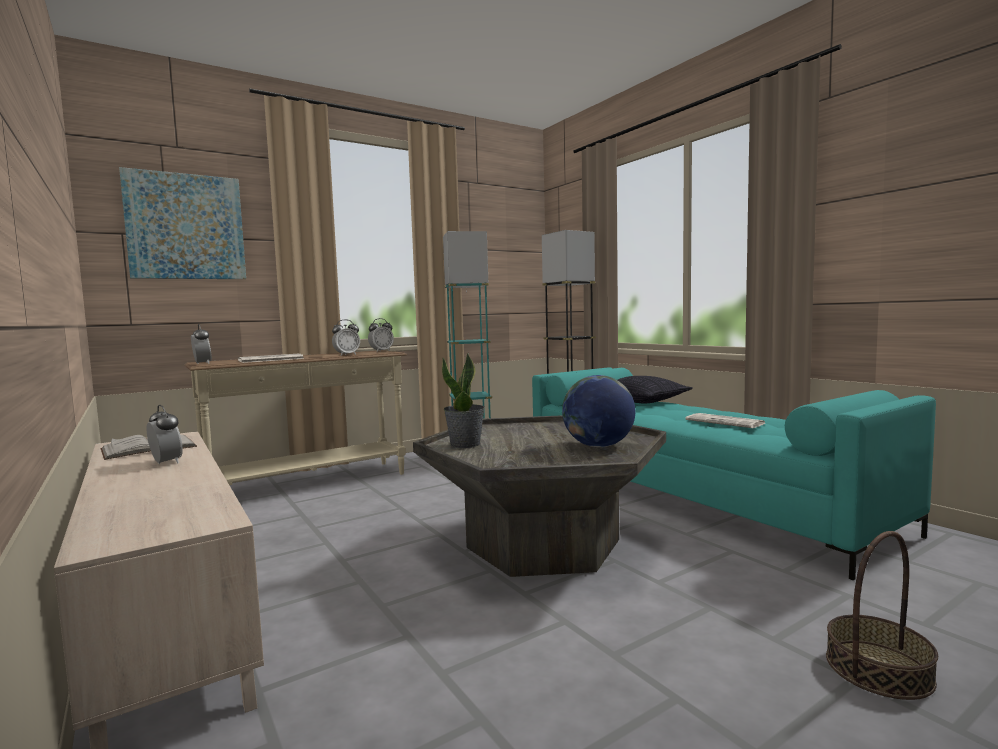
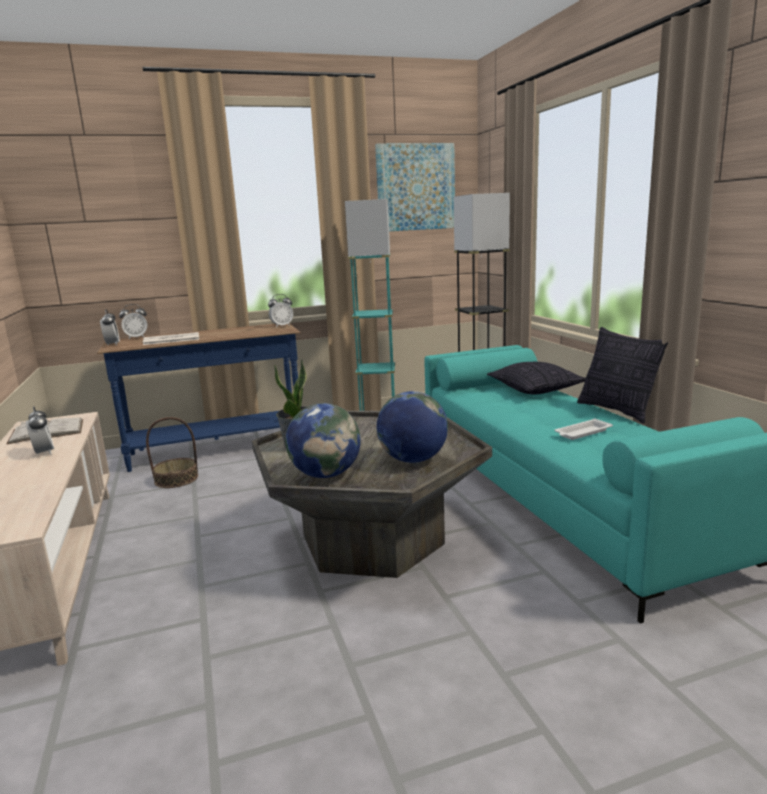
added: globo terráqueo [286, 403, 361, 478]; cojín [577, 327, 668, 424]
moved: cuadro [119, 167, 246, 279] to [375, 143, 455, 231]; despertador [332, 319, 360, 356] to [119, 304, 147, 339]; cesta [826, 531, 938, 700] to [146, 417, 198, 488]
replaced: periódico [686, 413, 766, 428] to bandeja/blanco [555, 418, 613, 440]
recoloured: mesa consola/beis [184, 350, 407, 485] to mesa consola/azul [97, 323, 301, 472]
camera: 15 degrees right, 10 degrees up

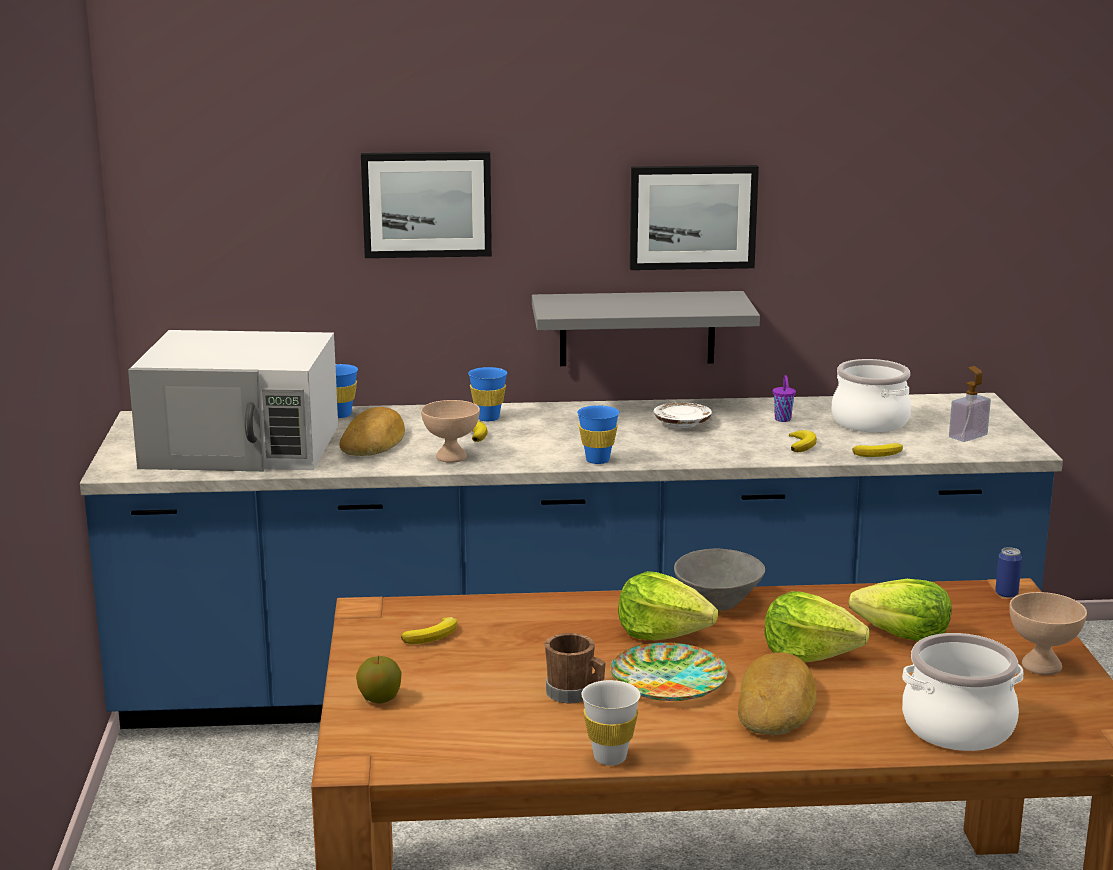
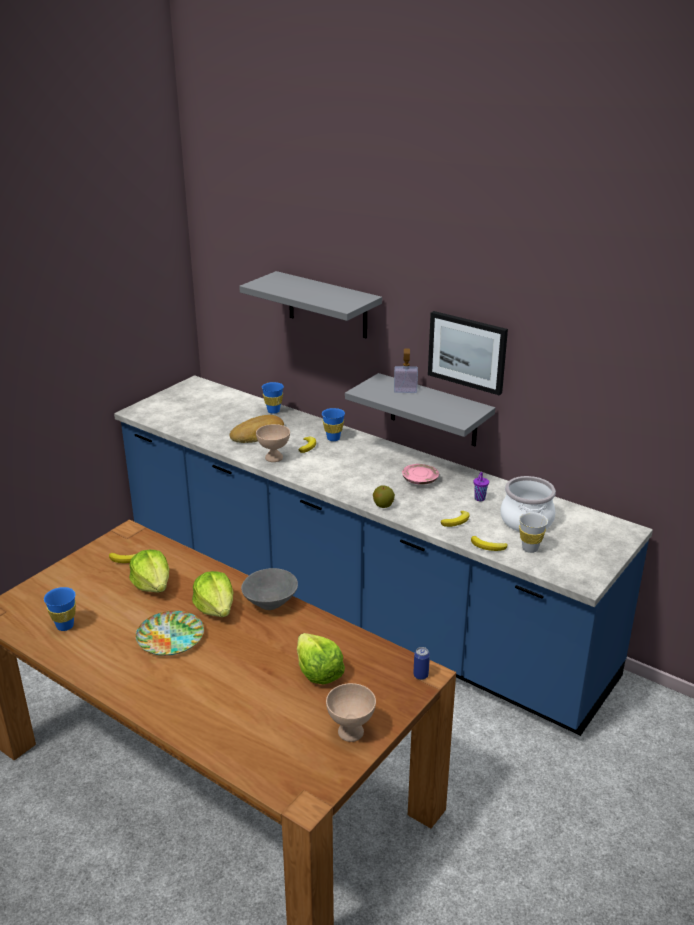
removed: microondas/blanco [128, 330, 338, 472]; taza grande/marrón [545, 633, 606, 704]; pan [738, 652, 816, 735]; olla [902, 633, 1023, 751]
moved: manzana [356, 655, 402, 703] to [373, 485, 395, 508]; taza/azul [577, 405, 619, 464] to [44, 587, 76, 631]; taza/blanco [581, 680, 640, 765] to [519, 512, 548, 553]; lechuga [764, 591, 870, 662] to [129, 550, 169, 592]; dispensador de jabón [949, 366, 991, 442] to [394, 349, 418, 393]
replaced: cuadro [361, 152, 492, 258] to estante/gris [239, 271, 382, 338]
recoloured: plato/blanco [654, 402, 712, 428] to plato/rosa [402, 464, 439, 485]
camera: 40 degrees right, 10 degrees up

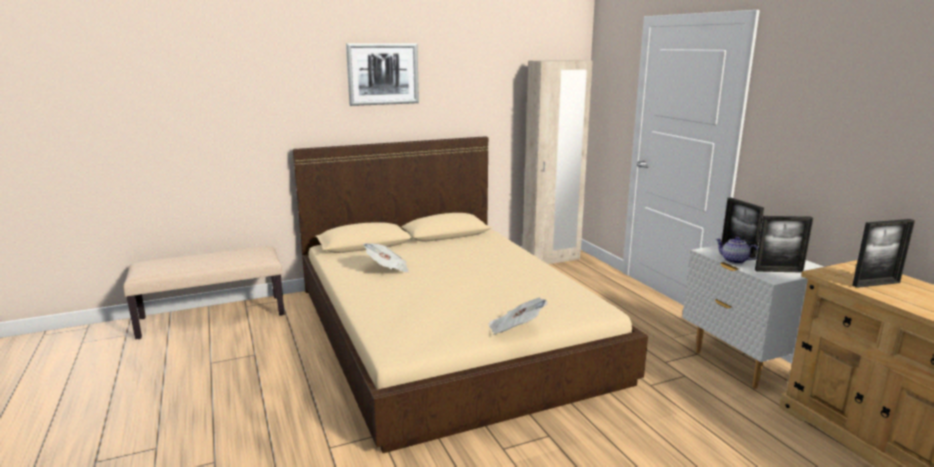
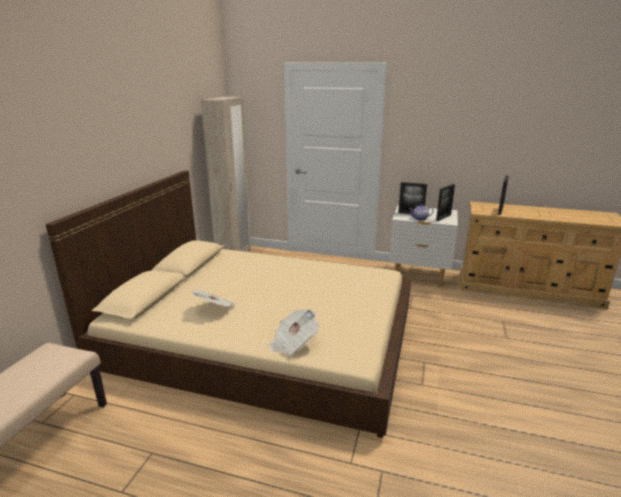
removed: cuadro [346, 43, 419, 106]
moved: periódico [489, 297, 548, 335] to [268, 309, 319, 356]
camera: 50 degrees left, 5 degrees up

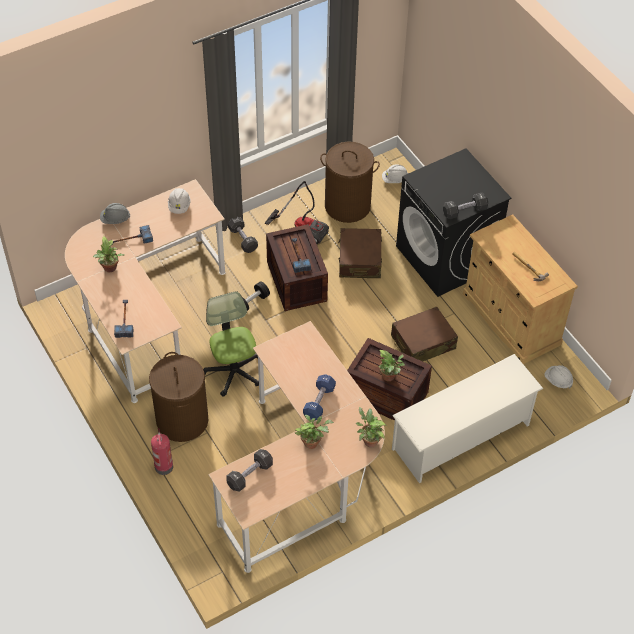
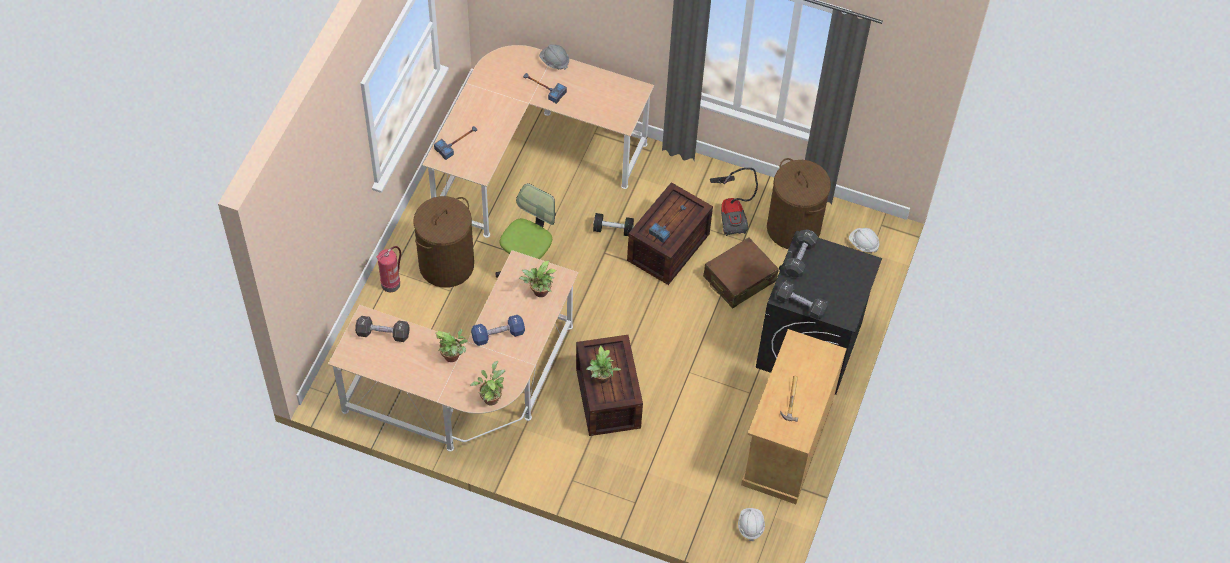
removed: casco/blanco [168, 188, 191, 214]; maleta/marrón [391, 307, 458, 361]; zapatero/blanco [392, 354, 543, 483]
moved: planta en maceta [93, 236, 125, 273] to [518, 260, 556, 297]; mancuerna/negro [228, 217, 258, 253] to [784, 229, 818, 278]
camera: 50 degrees right, 5 degrees up

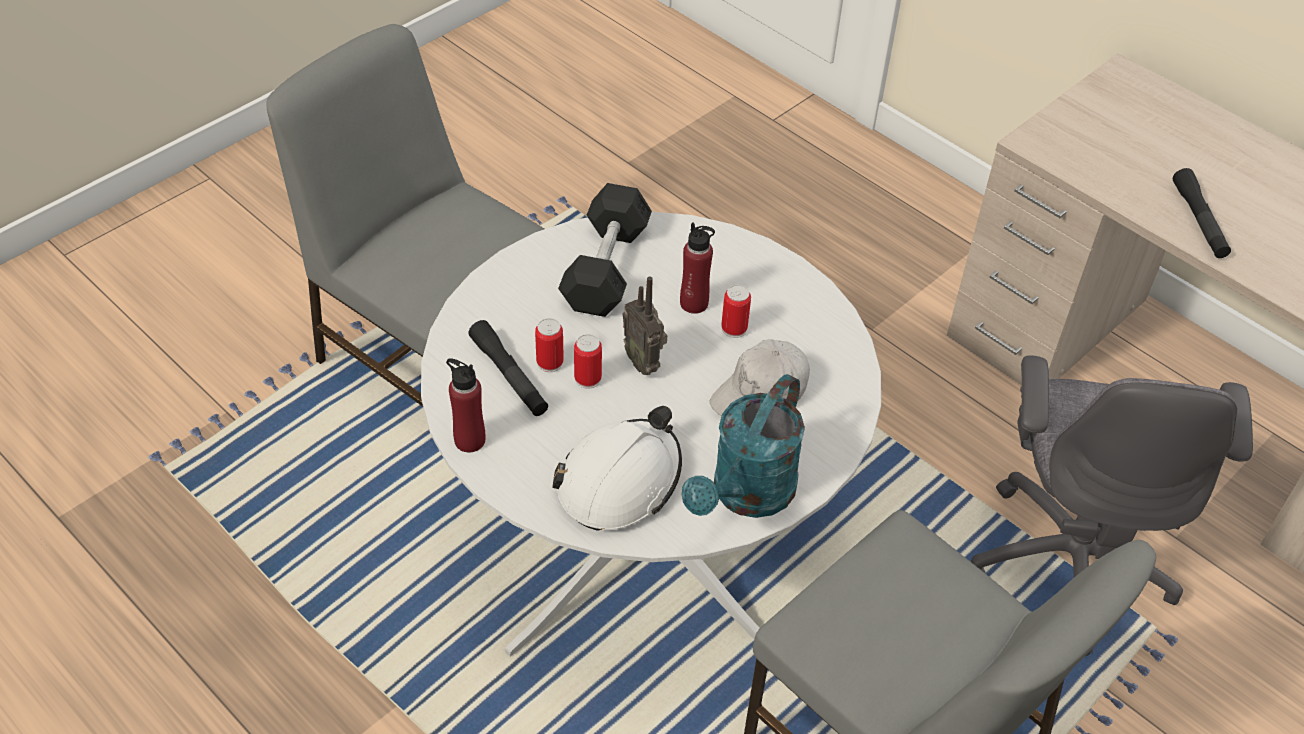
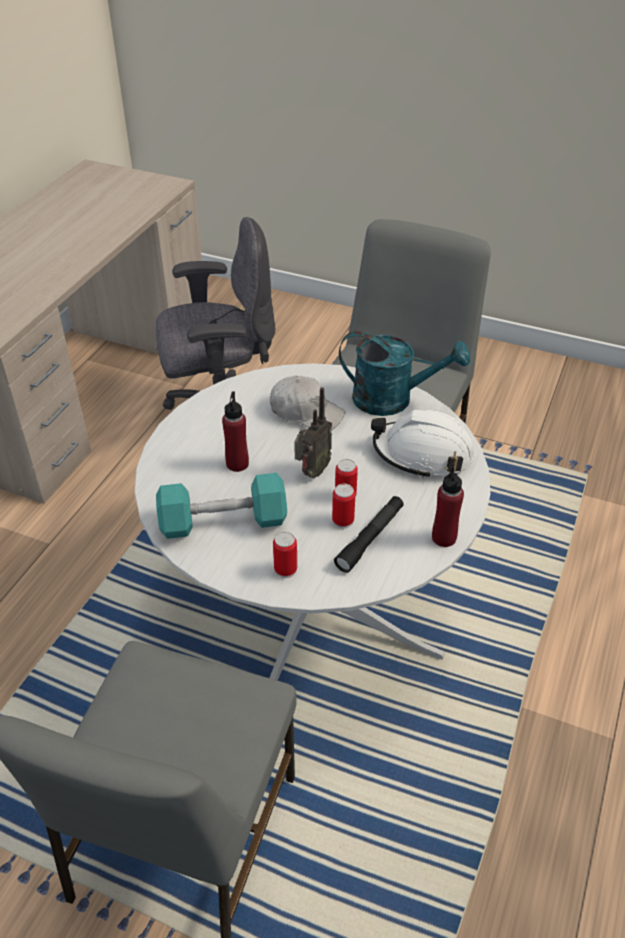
removed: linterna/negro [1173, 168, 1231, 258]
moved: lata [721, 285, 751, 338] to [273, 532, 297, 578]
recoloured: mancuerna/negro [558, 183, 652, 317] to mancuerna/turquesa [156, 473, 287, 539]
camera: 110 degrees left, 5 degrees down

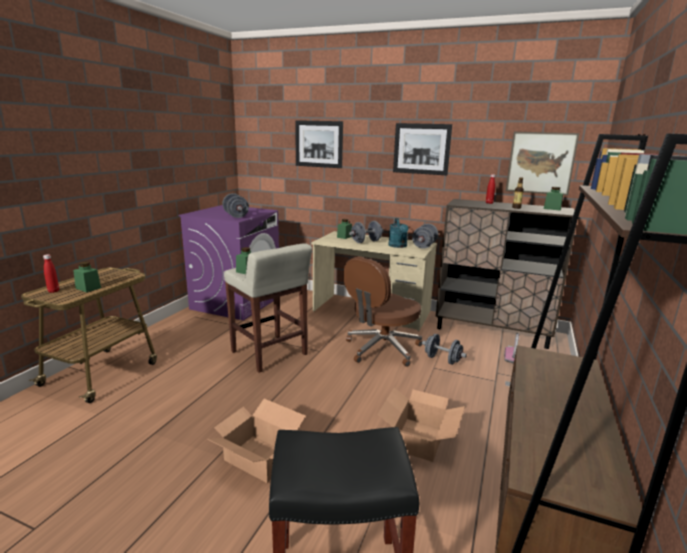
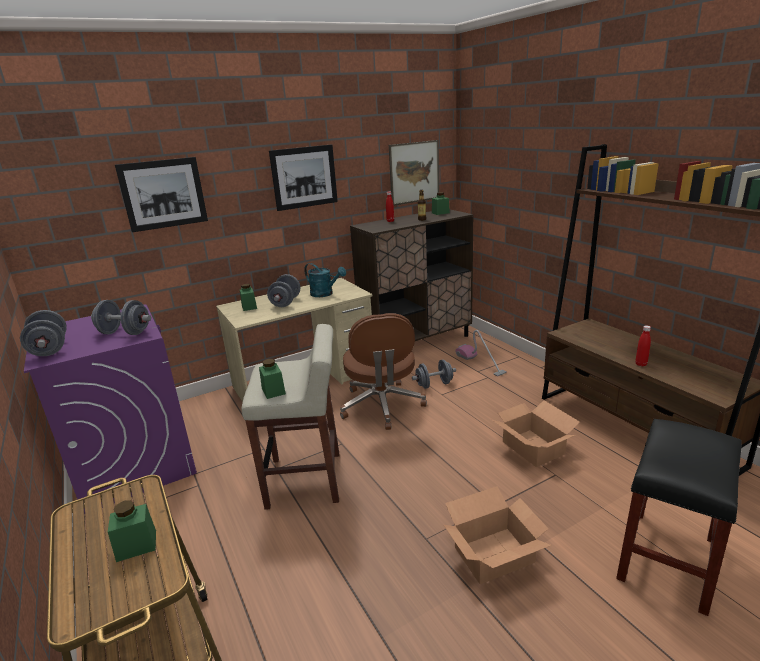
moved: botella/rojo [43, 254, 59, 293] to [635, 326, 651, 366]; mancuerna/gris [412, 223, 438, 248] to [20, 310, 67, 356]
camera: 50 degrees left, 5 degrees up

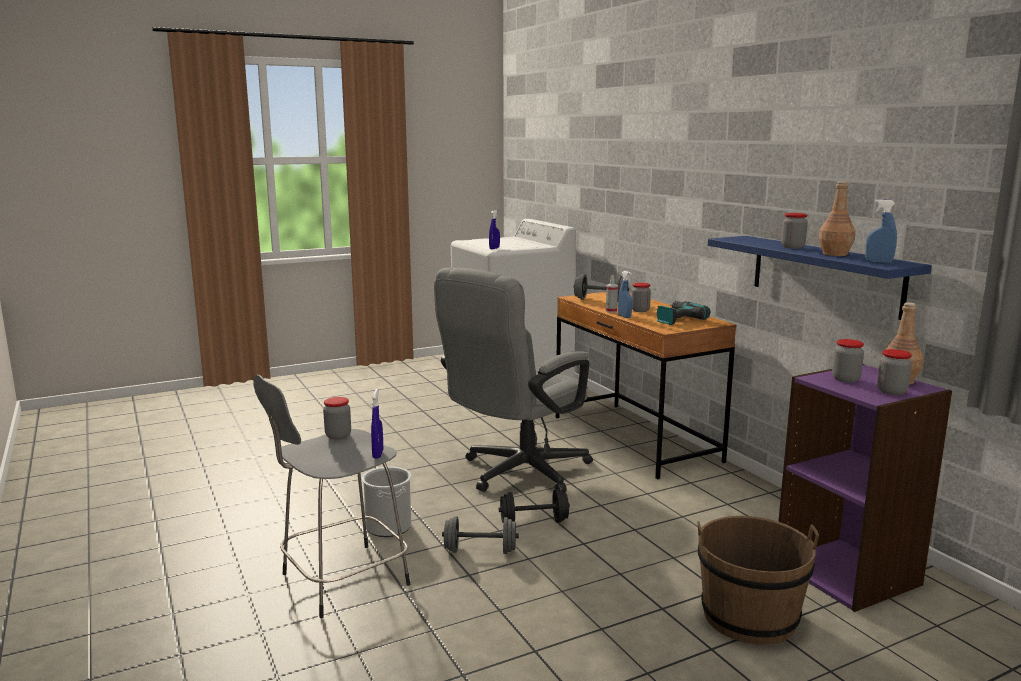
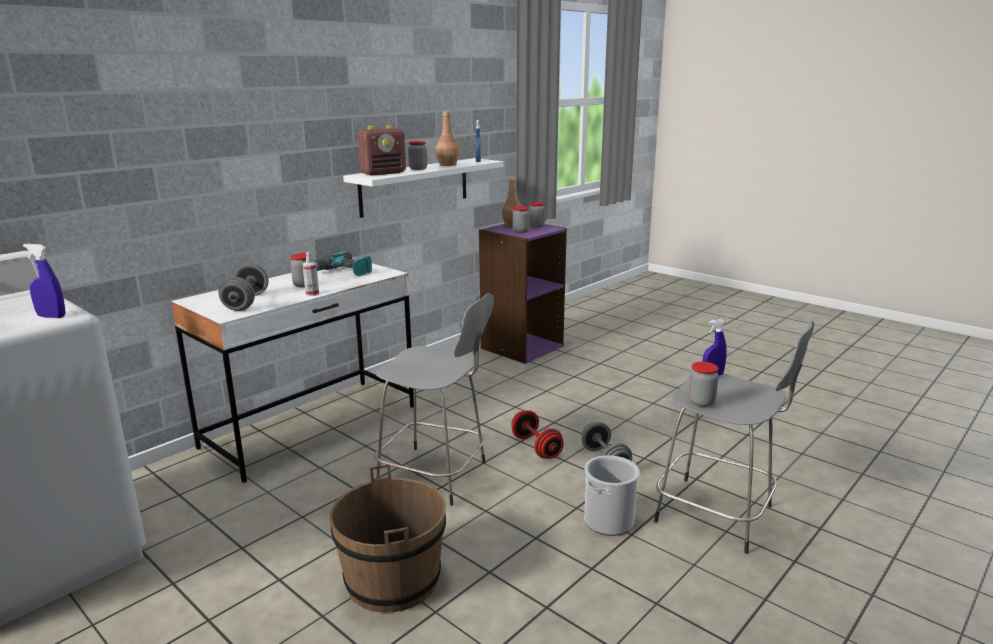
removed: pulverizador/azul [618, 271, 632, 318]
added: radio [358, 125, 406, 175]
moved: cubo/marrón [697, 516, 819, 645] to [330, 464, 446, 613]
replaced: silla de oficina/gris [434, 268, 593, 492] to taburete/gris [375, 293, 494, 506]
recoloured: mancuerna/negro [499, 489, 570, 523] to mancuerna/rojo [511, 410, 564, 459]; escritorio/marrón [556, 292, 737, 480] to escritorio/blanco [171, 258, 414, 483]; estante/azul [708, 236, 932, 320] to estante/blanco [343, 158, 503, 218]
camera: 110 degrees left, 5 degrees up

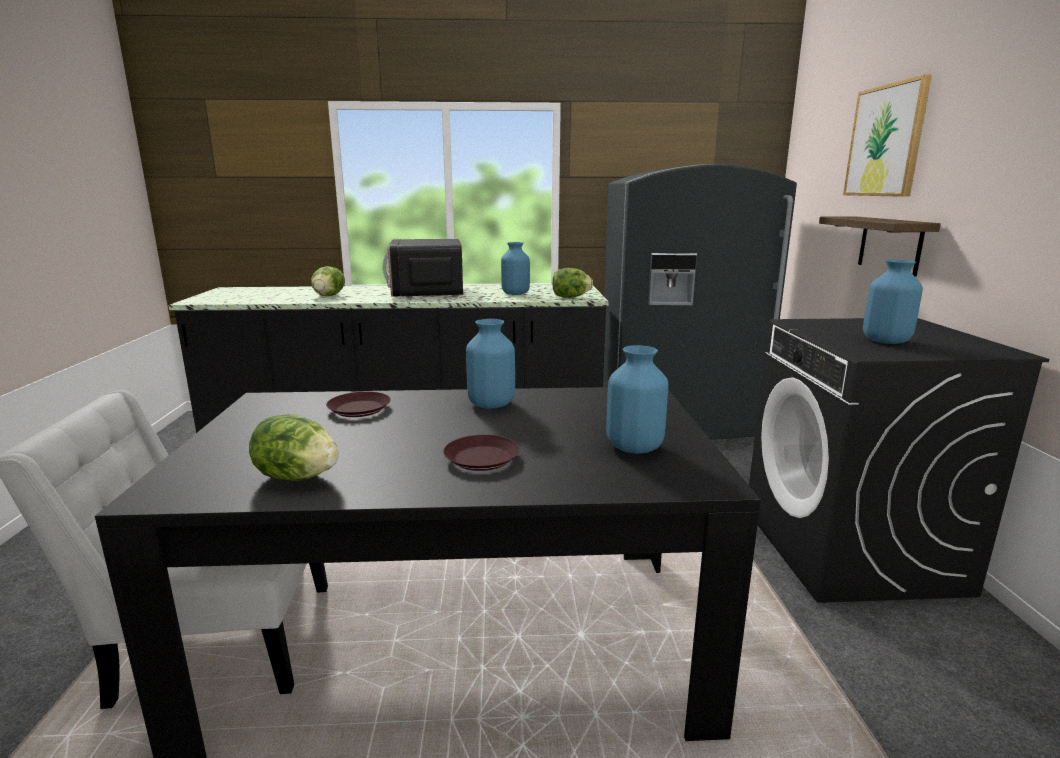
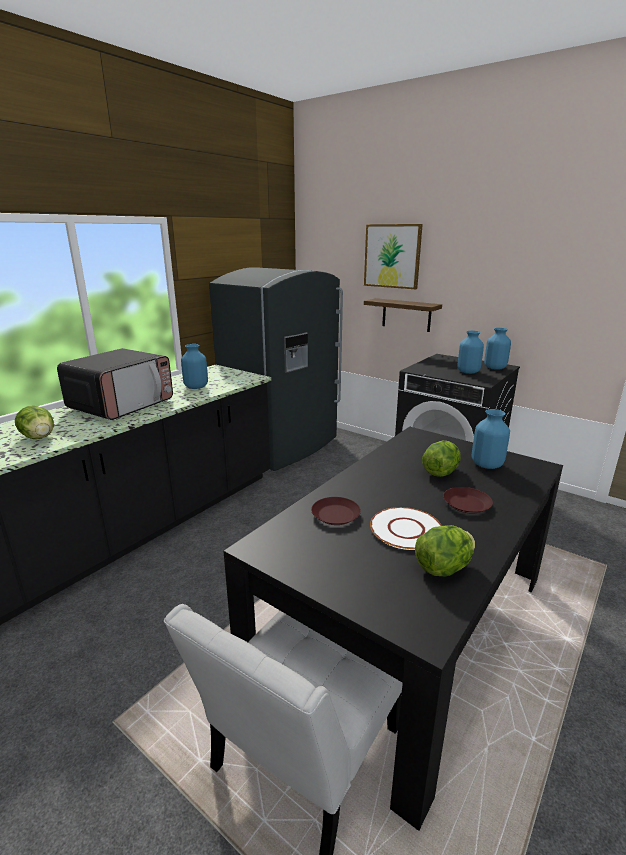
added: plato/blanco [370, 507, 442, 550]
moved: florero/azul [466, 319, 515, 409] to [484, 328, 511, 370]; lechuga [552, 268, 593, 298] to [422, 441, 461, 477]
turned: microondas [383, 239, 463, 298] = [57, 348, 173, 420] 90 degrees counterclockwise
camera: 50 degrees left, 5 degrees up

